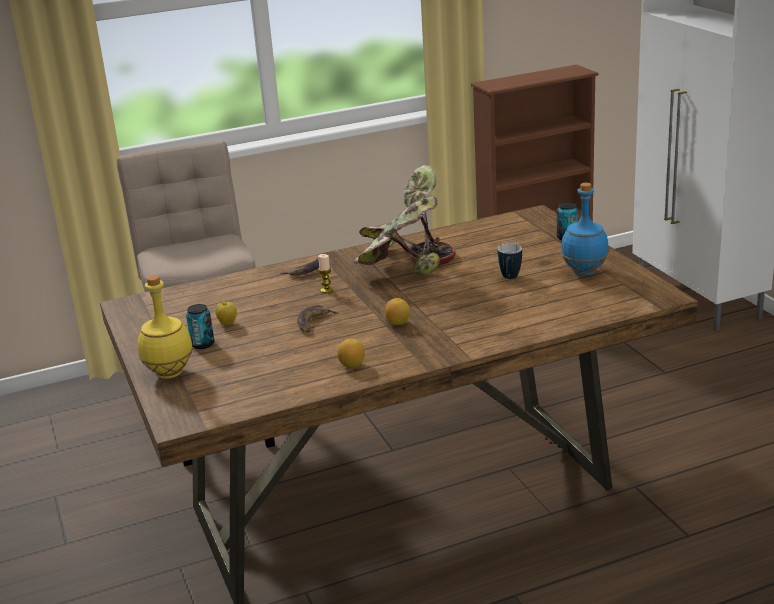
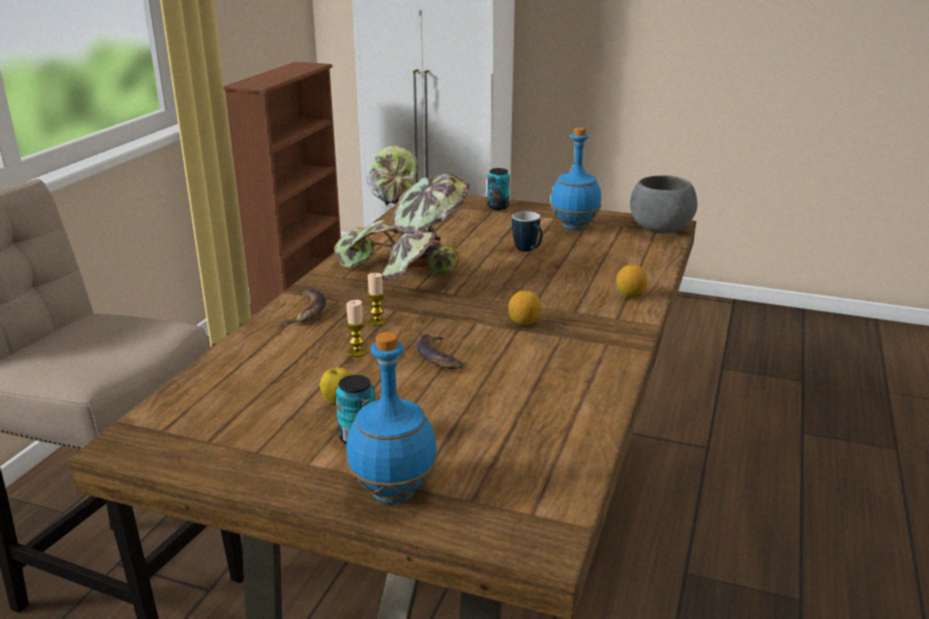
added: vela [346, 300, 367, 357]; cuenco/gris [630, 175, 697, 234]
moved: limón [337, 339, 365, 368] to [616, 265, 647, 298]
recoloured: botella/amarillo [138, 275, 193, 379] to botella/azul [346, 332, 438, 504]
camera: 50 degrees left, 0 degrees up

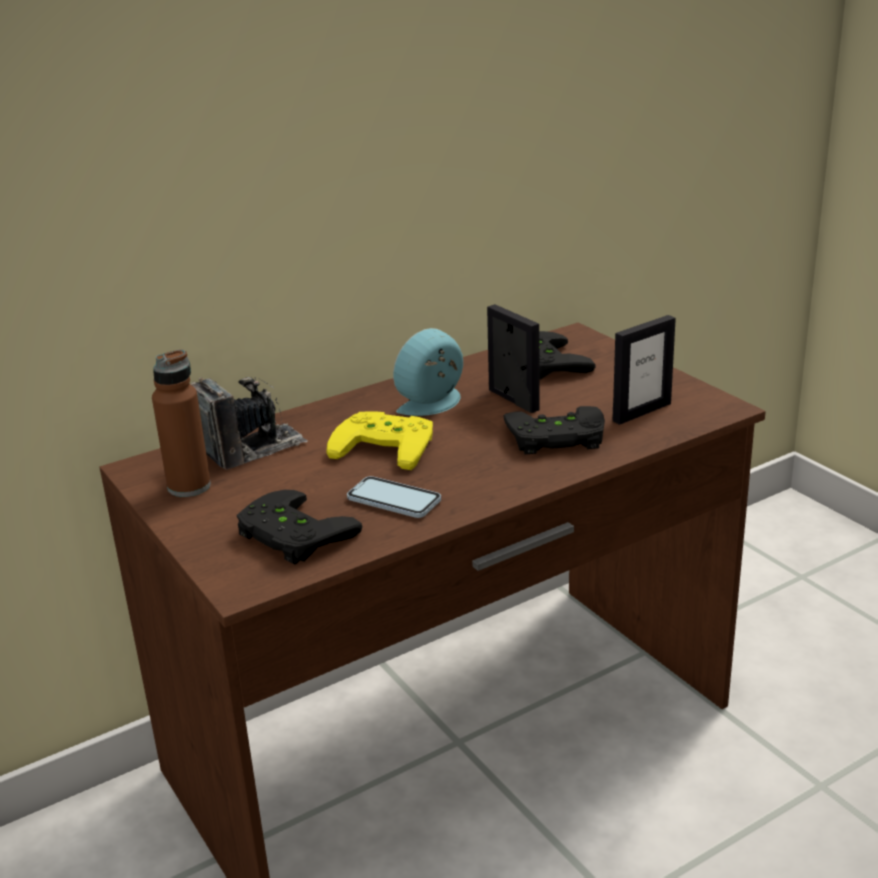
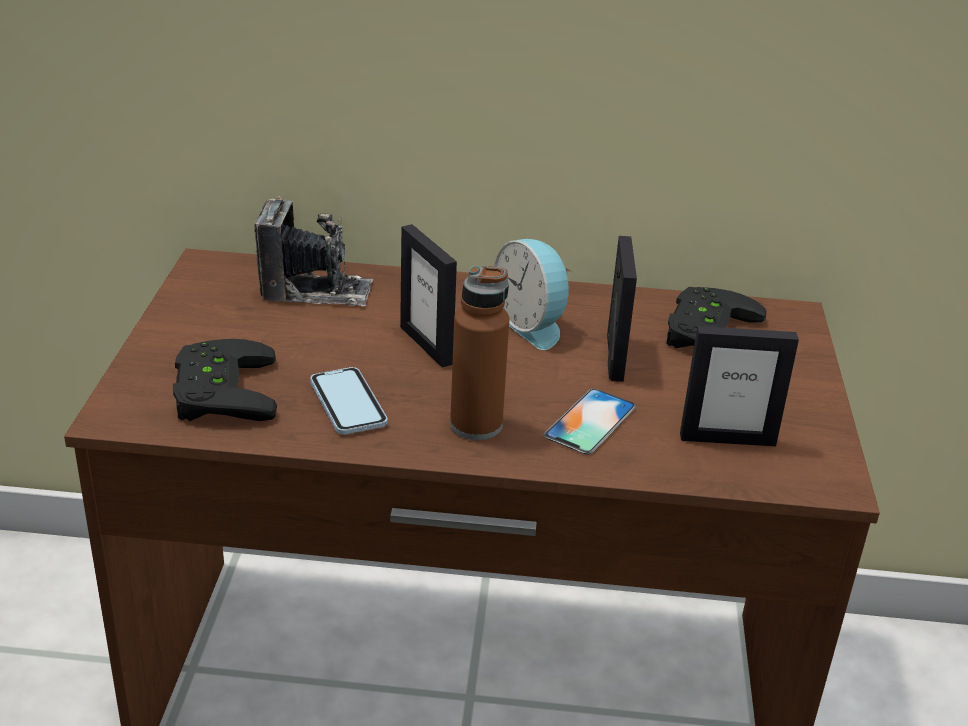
moved: botella/marrón [152, 349, 211, 497] to [450, 266, 510, 440]
replaced: mando de consola/amarillo [327, 411, 433, 470] to portarretratos [400, 224, 457, 368]; mando de consola/negro [503, 406, 605, 454] to móvil [544, 389, 636, 455]
turned: despertador [393, 328, 463, 416] = [494, 239, 572, 350] 120 degrees counterclockwise
camera: 35 degrees right, 5 degrees up

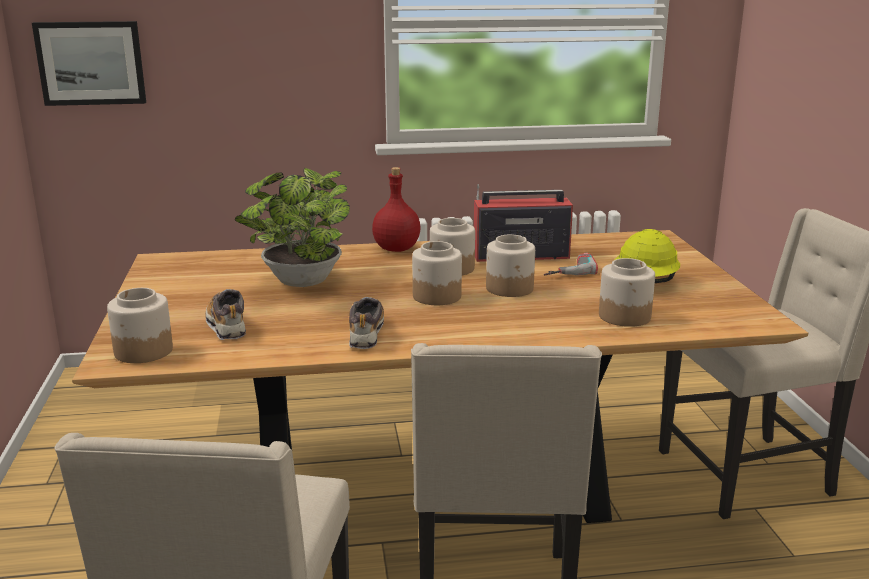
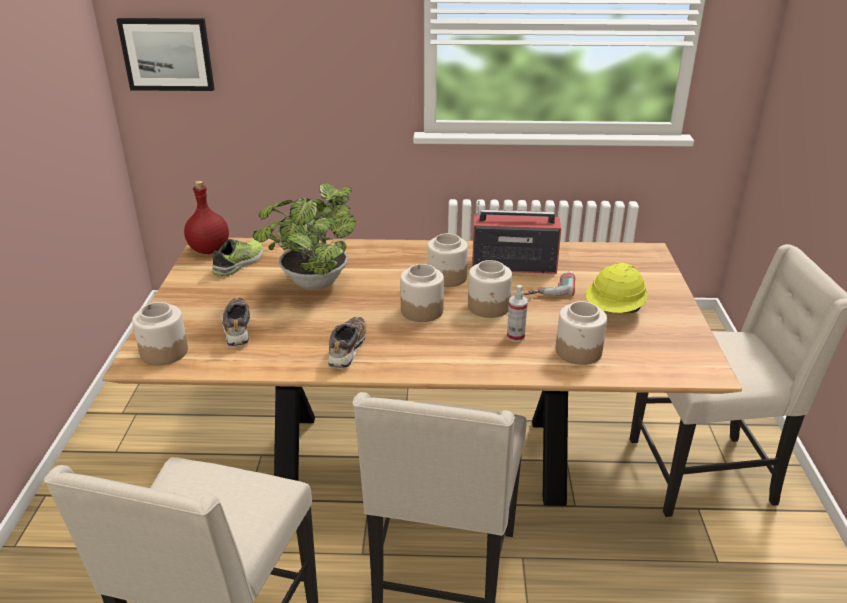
added: zapato [212, 239, 263, 276]; pulverizador [507, 285, 528, 342]
moved: botella/rojo [372, 167, 421, 252] to [184, 181, 229, 254]
camera: 10 degrees right, 10 degrees up

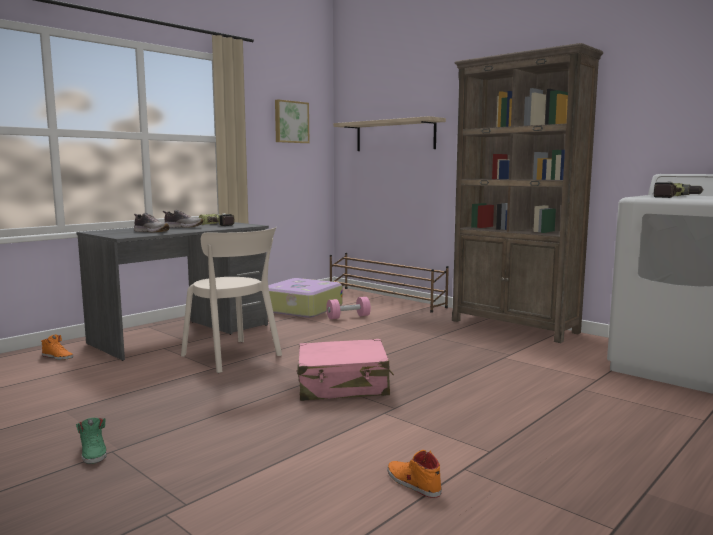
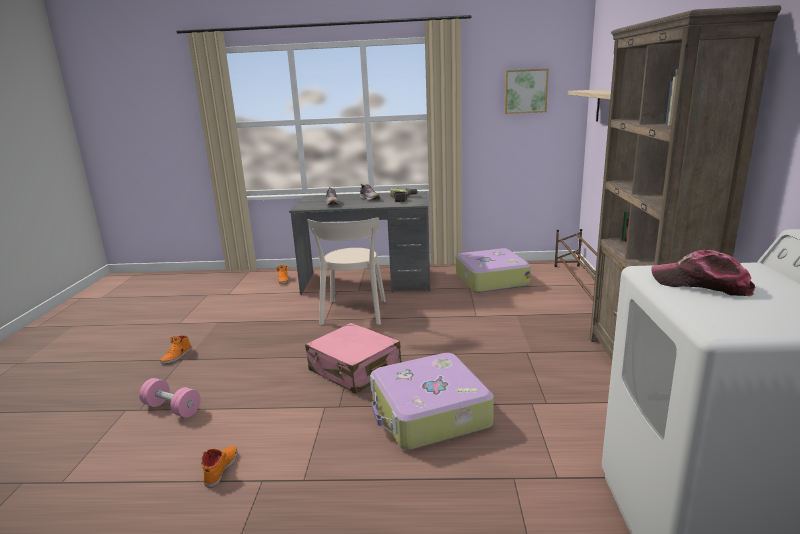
added: maleta [370, 353, 494, 450]
moved: mancuerna/rosa [326, 297, 371, 319] to [139, 378, 201, 418]
replaced: taladro [654, 182, 703, 198] to gorra [651, 250, 755, 296]
recoloured: zapato/verde [76, 418, 107, 464] to zapato/naranja [160, 336, 192, 364]
camera: 50 degrees right, 10 degrees up

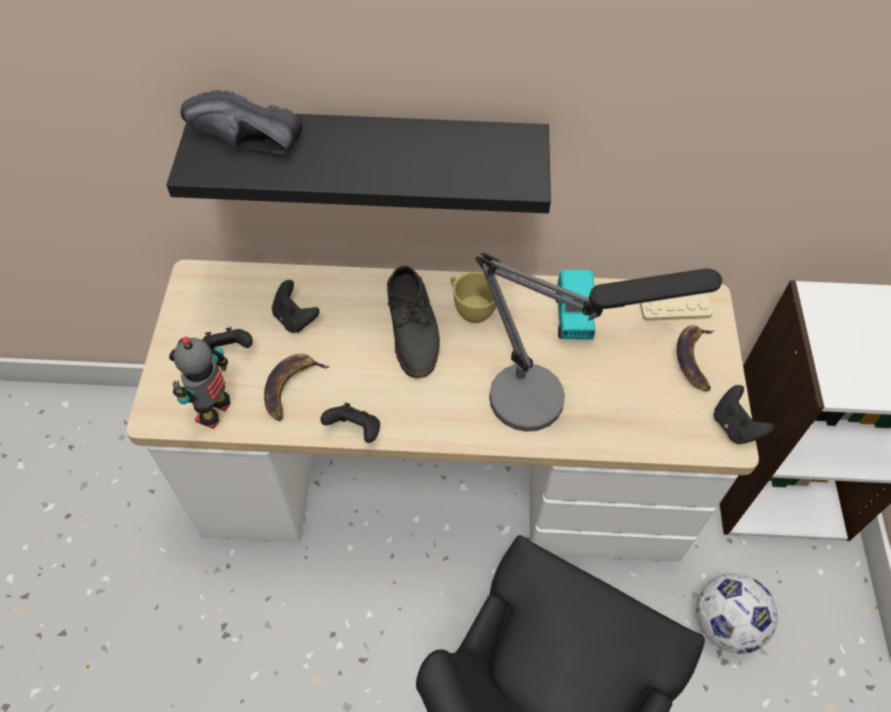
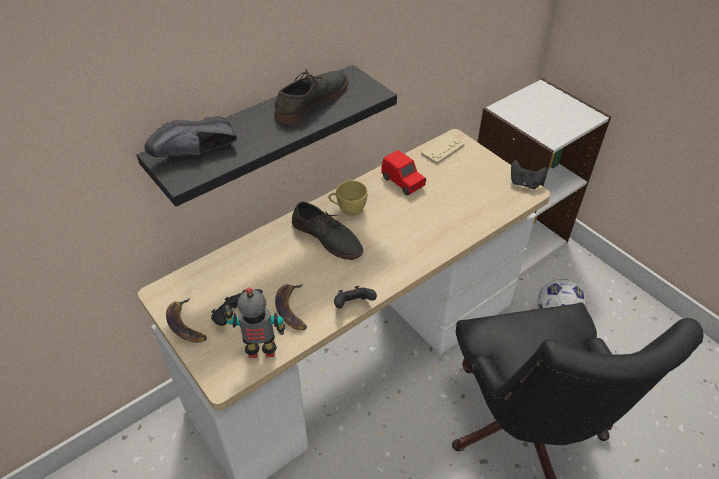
removed: mando de consola/negro [272, 280, 319, 333]; lámpara de mesa [475, 253, 723, 432]
added: zapato/gris [274, 69, 348, 125]
moved: plátano [677, 325, 714, 392] to [166, 298, 207, 343]
recoloured: coche de juguete/turquesa [556, 270, 595, 340] to coche de juguete/rojo [381, 150, 426, 195]
turned: robot de juguete [169, 337, 231, 429] = [224, 287, 285, 358] 105 degrees clockwise
camera: 40 degrees left, 10 degrees down

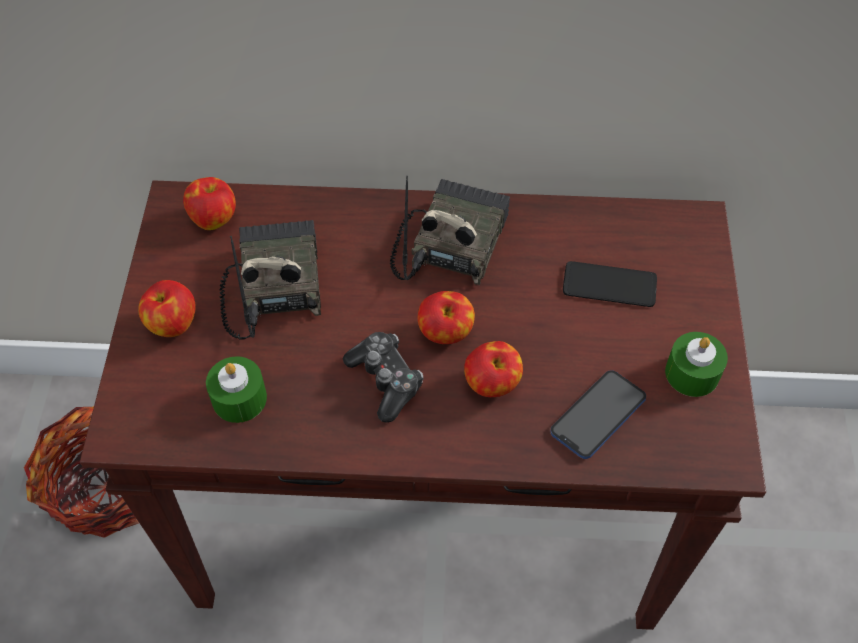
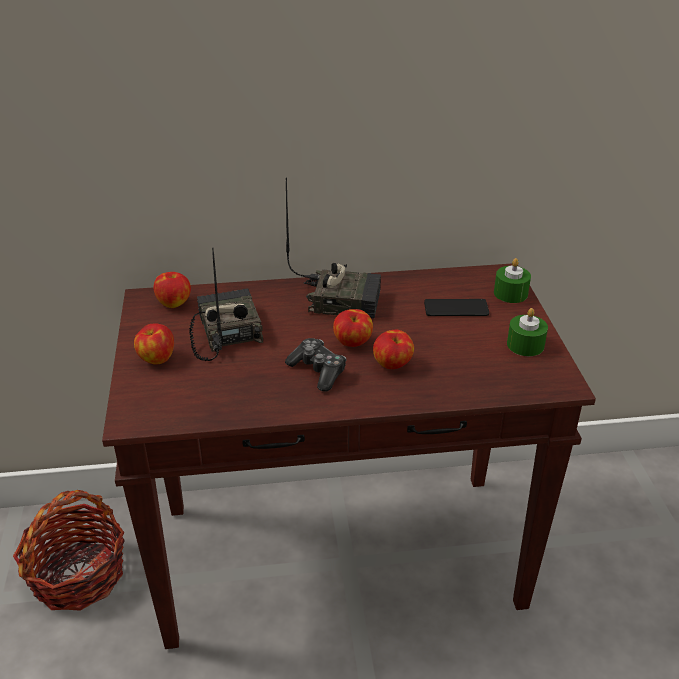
removed: móvil [551, 370, 646, 459]
moved: vela/verde [206, 356, 267, 423] to [494, 258, 531, 303]
turned: radio [390, 176, 510, 285] = [286, 178, 381, 318] 90 degrees clockwise
camera: 10 degrees left, 20 degrees down

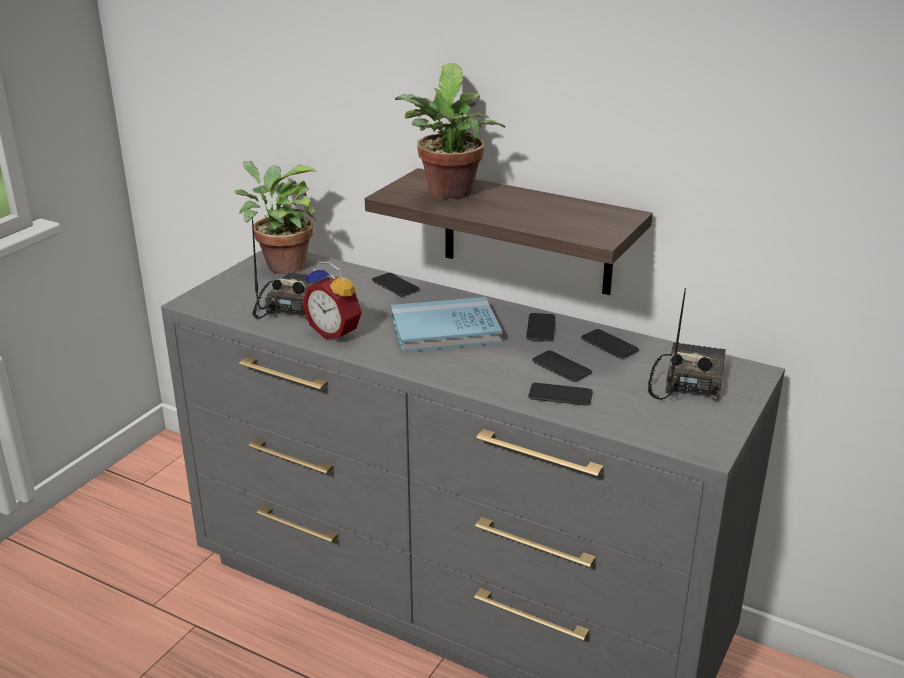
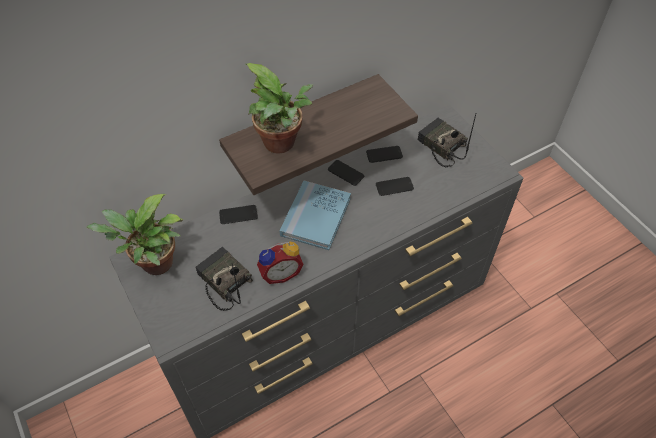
removed: móvil [528, 383, 593, 406]
camera: 60 degrees left, 25 degrees up

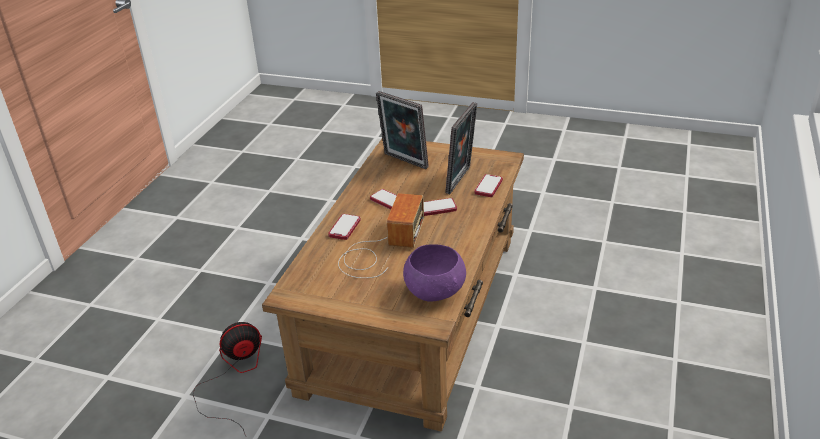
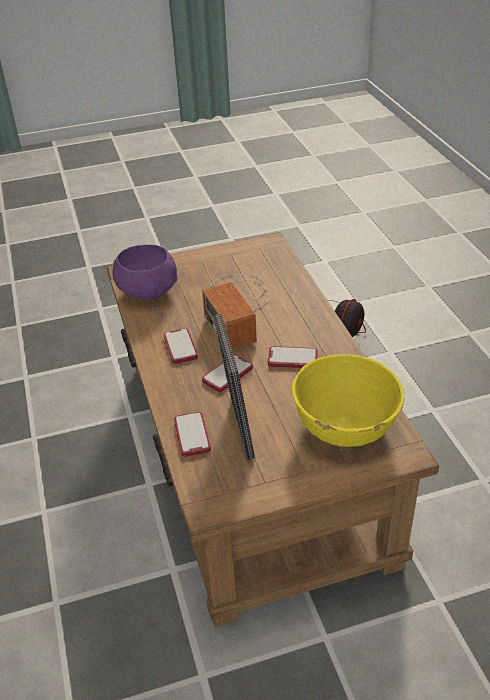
moved: móvil [328, 214, 361, 240] to [164, 328, 198, 364]
replaced: portarretratos [376, 91, 429, 169] to cuenco/amarillo [292, 354, 404, 447]
camera: 145 degrees right, 5 degrees up

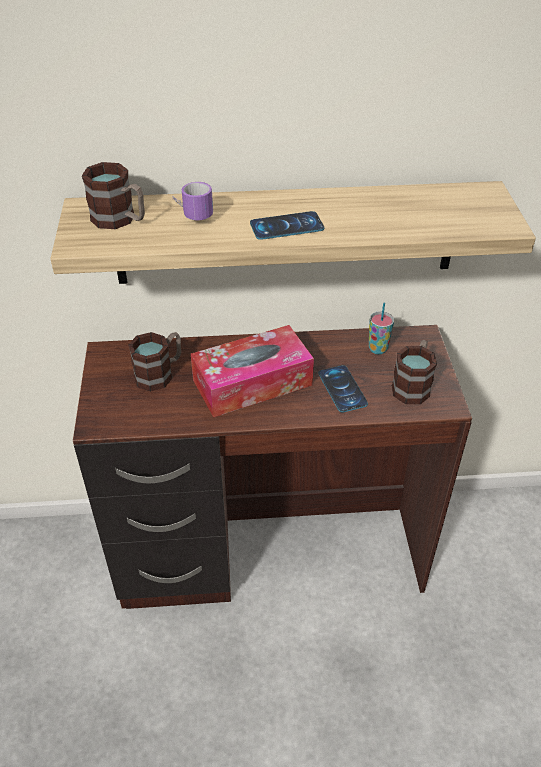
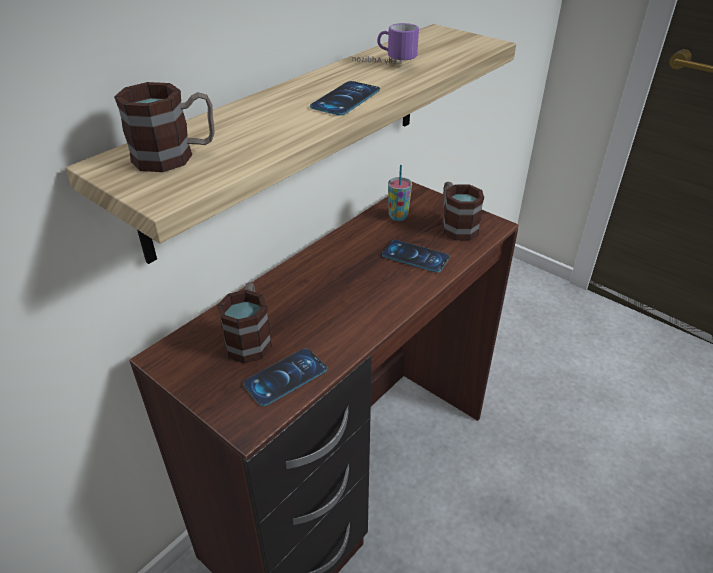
removed: caja de pañuelos [191, 325, 314, 417]
added: móvil [243, 348, 327, 406]
moved: taza grande [173, 182, 213, 220] to [352, 23, 419, 65]
camera: 45 degrees left, 5 degrees down

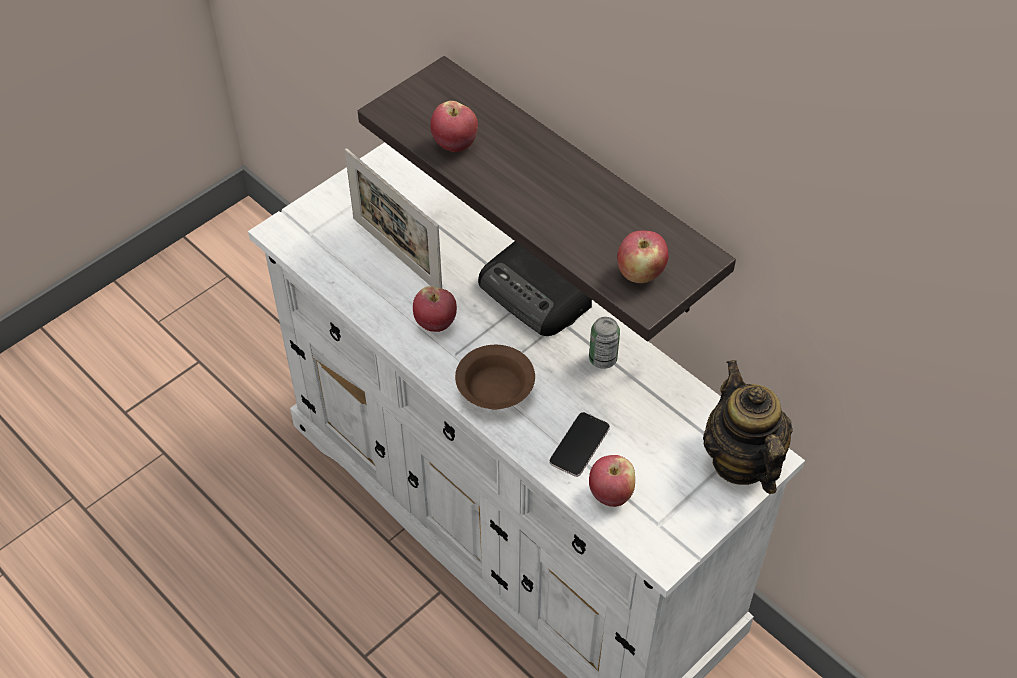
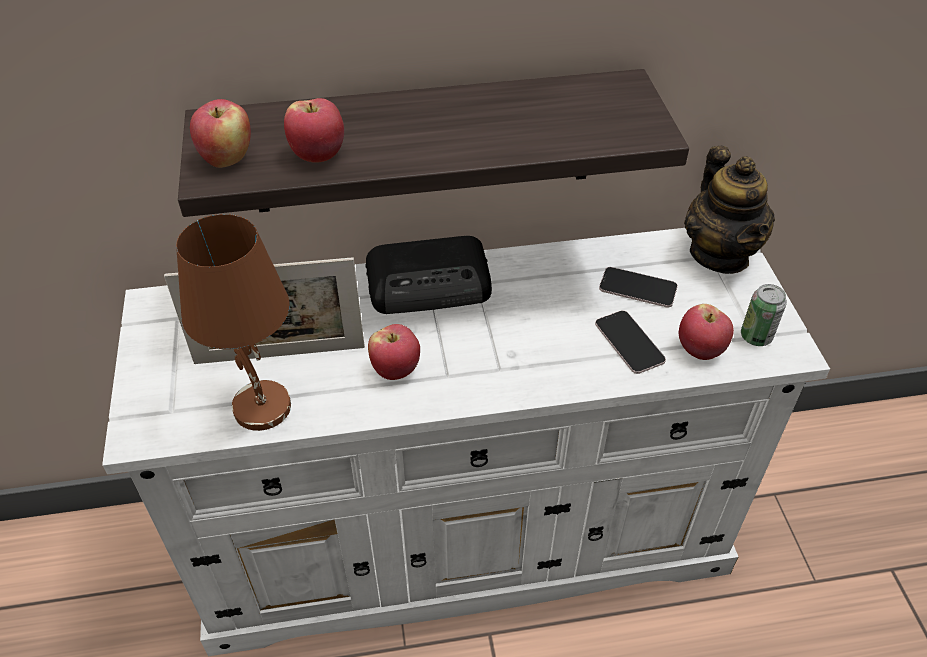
removed: cuenco/marrón [455, 345, 535, 409]
added: lámpara de mesa/marrón [176, 214, 291, 431]; móvil [599, 267, 678, 307]
moved: lata [589, 317, 620, 369] to [741, 284, 787, 346]; manzana [617, 231, 668, 283] to [190, 99, 251, 168]
turned: tetera [703, 360, 793, 494] = [684, 146, 775, 274] 120 degrees counterclockwise
camera: 55 degrees left, 5 degrees down

